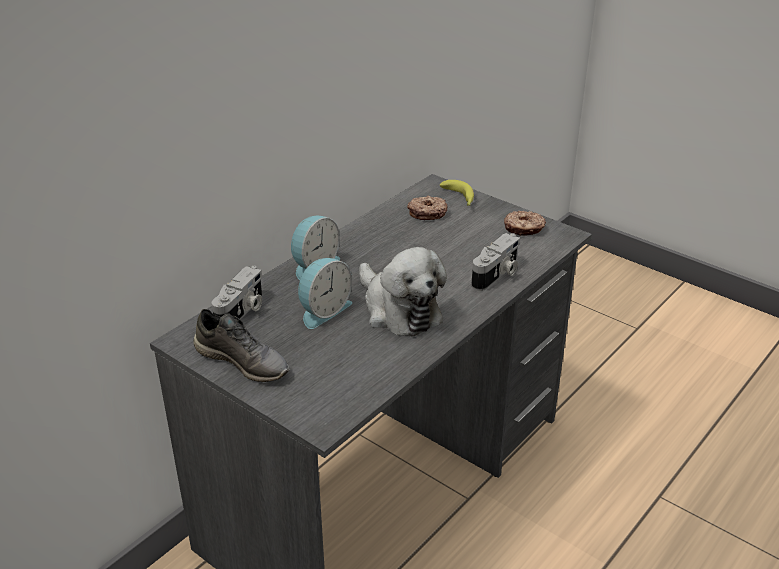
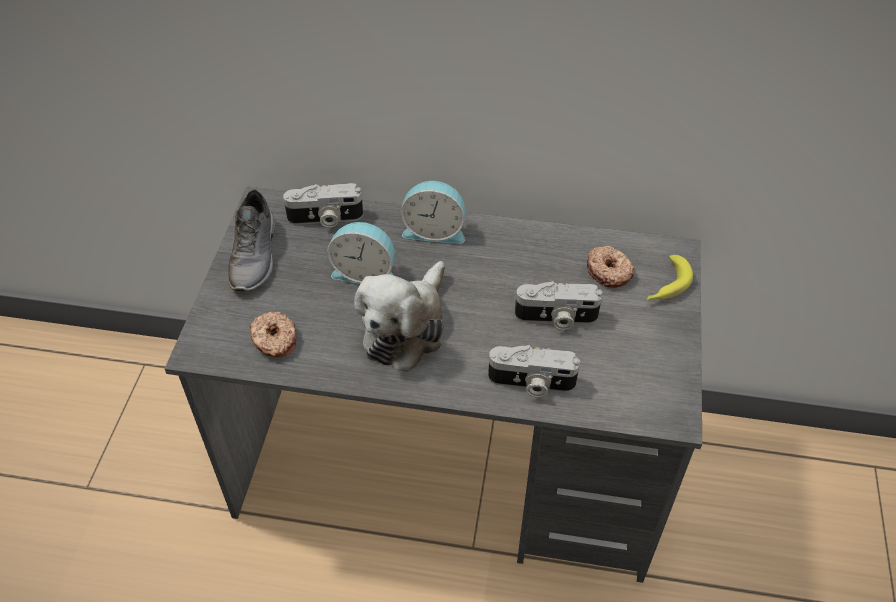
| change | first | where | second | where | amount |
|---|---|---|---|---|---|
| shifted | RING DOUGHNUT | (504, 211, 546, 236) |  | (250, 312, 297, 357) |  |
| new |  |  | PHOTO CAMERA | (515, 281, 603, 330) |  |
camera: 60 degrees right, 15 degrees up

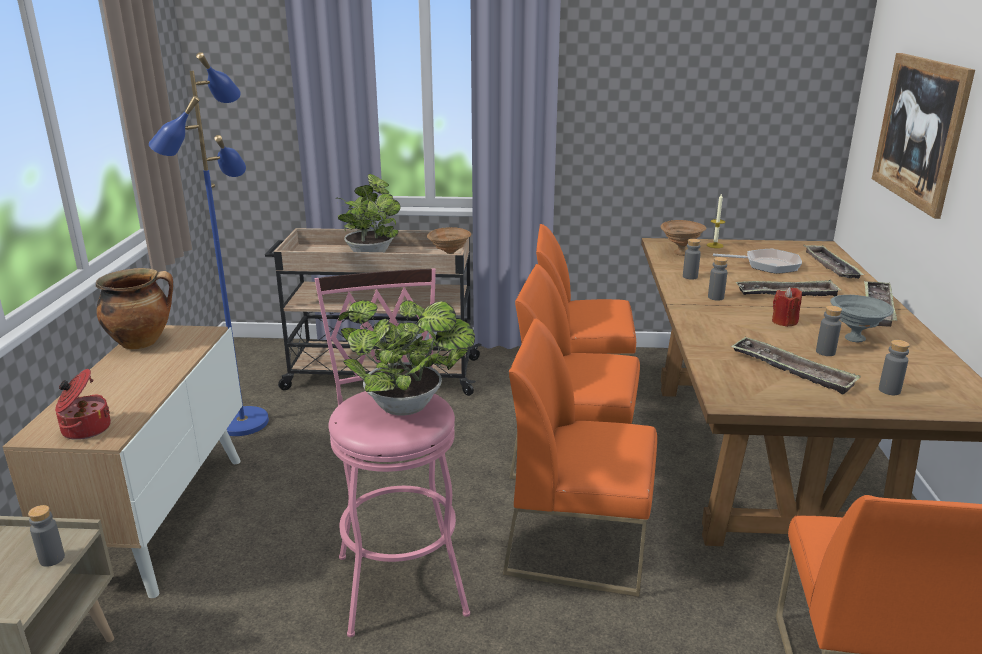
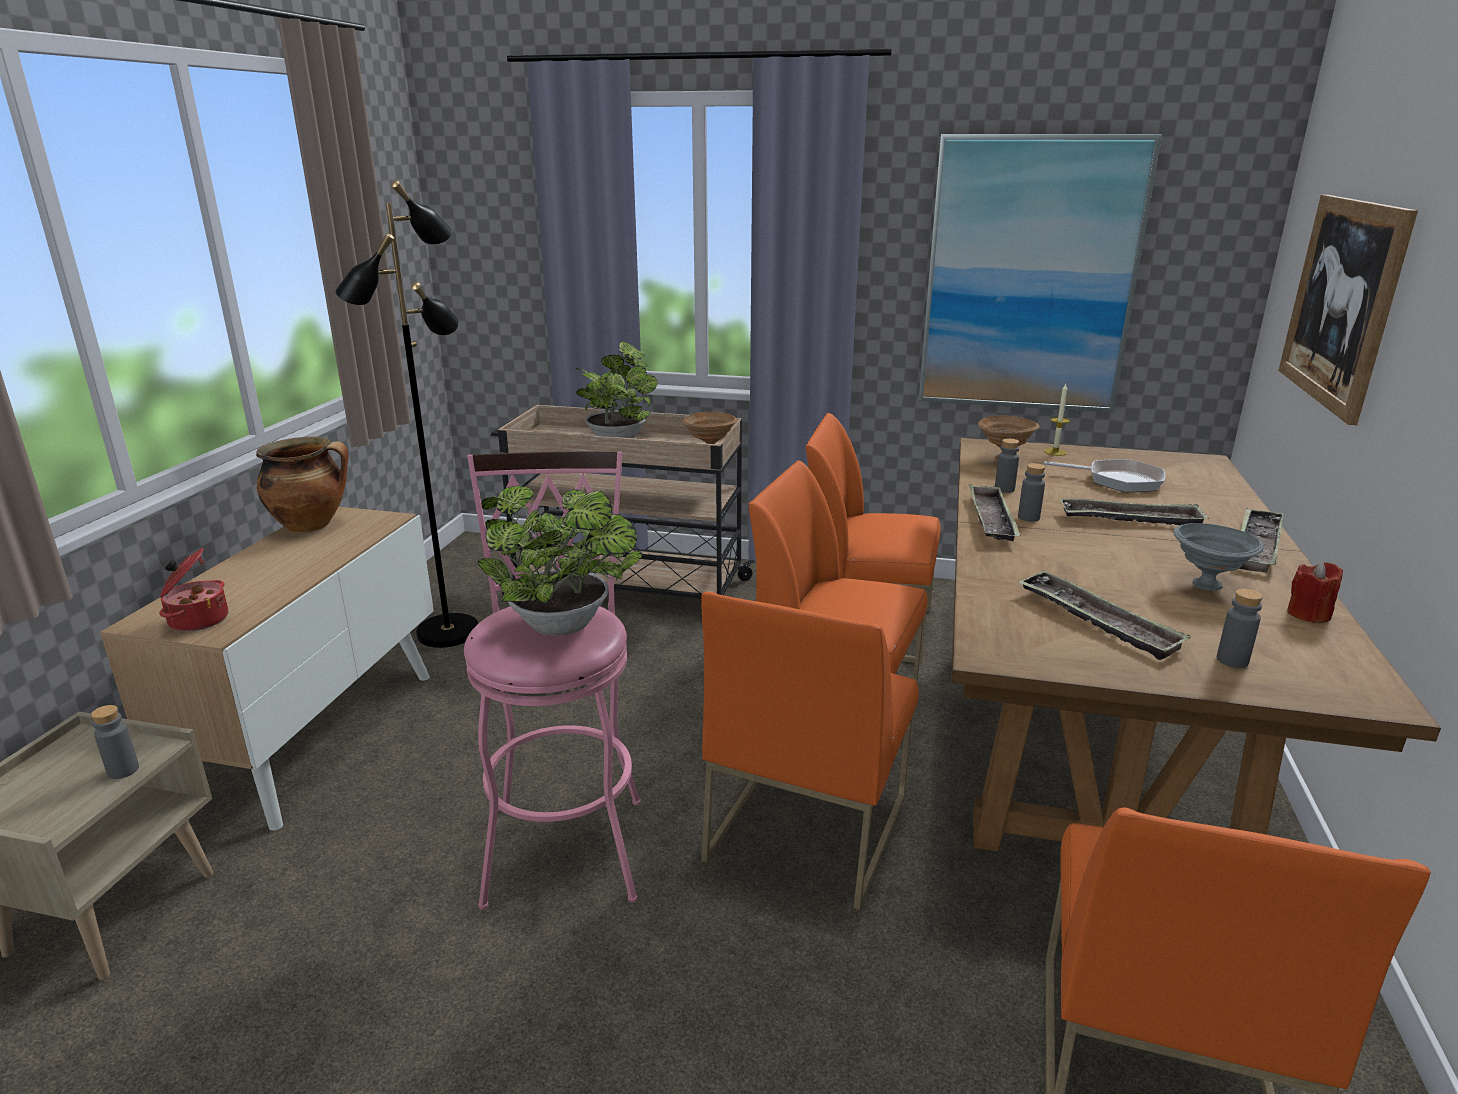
| change | first | where | second | where | amount |
|---|---|---|---|---|---|
| repainted | BLUE STANDARD LAMP | (149, 52, 269, 436) | BLACK STANDARD LAMP | (336, 180, 478, 648) |  |
| rotated | ORANGE-COLOURED UPRIGHT CHAIR | (503, 318, 657, 597) |  | (701, 592, 919, 910) | 90 degrees counterclockwise |
| shifted | RED-COLOURED WAX LIGHT | (772, 287, 802, 327) |  | (1287, 562, 1343, 623) |  |
| shifted | CARRYING TRAY | (803, 245, 865, 279) |  | (969, 484, 1021, 541) |  |
| gone | GREY DRINK BOTTLE | (816, 306, 842, 356) |  |  |  |
| new |  |  | PICTURE | (918, 134, 1162, 413) |  |
camera: 10 degrees right, 0 degrees up

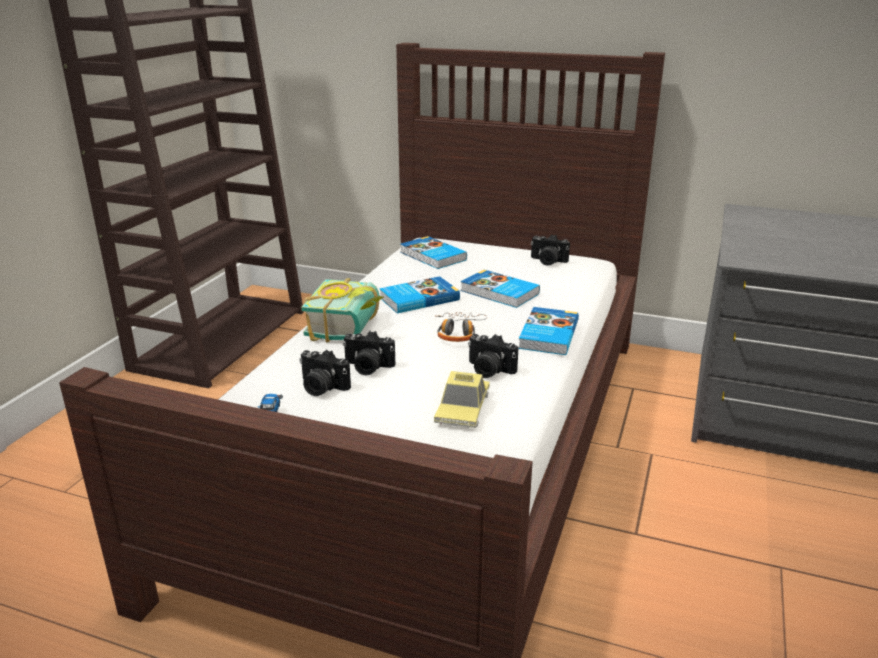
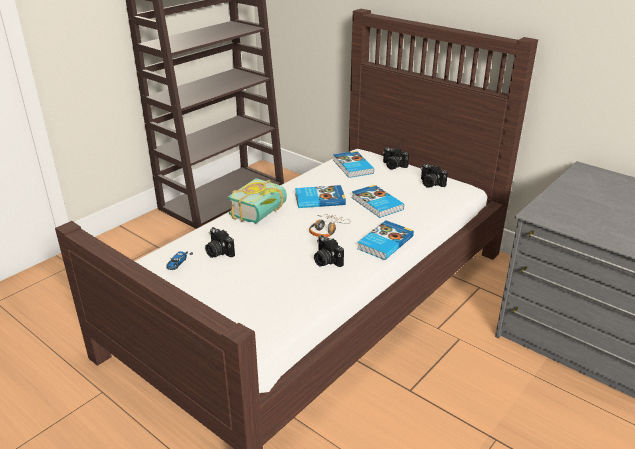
| change | first | where | second | where | amount |
|---|---|---|---|---|---|
| shifted | PHOTO CAMERA | (343, 331, 396, 375) |  | (383, 147, 409, 170) |  |
| gone | MINIATURE CAR | (434, 371, 490, 428) |  |  |  |
camera: 20 degrees right, 5 degrees up

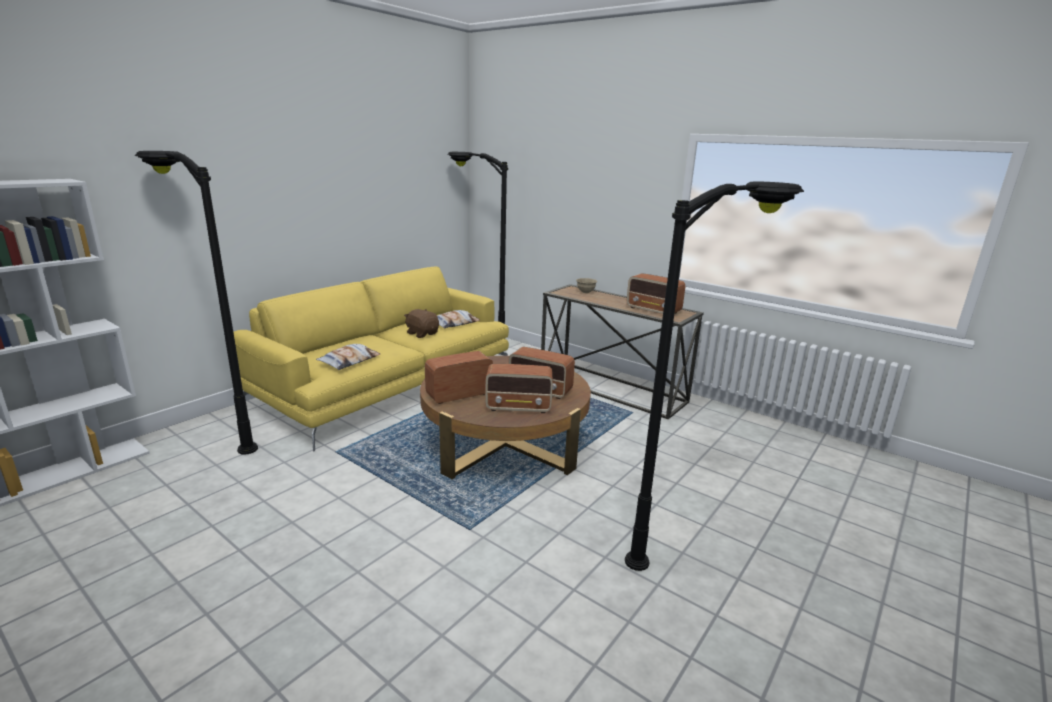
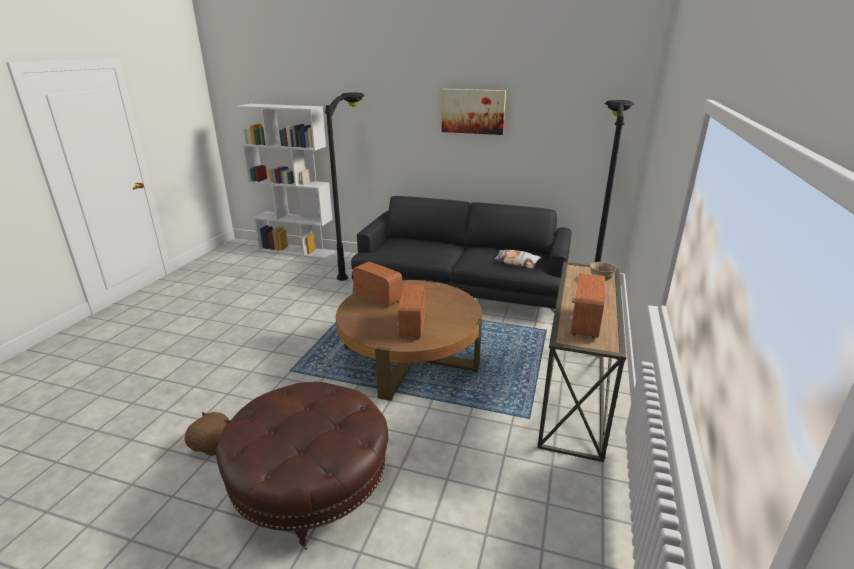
| change | first | where | second | where | amount |
|---|---|---|---|---|---|
| repainted | YELLOWISH COUCH | (233, 267, 509, 451) | BLACK COUCH | (351, 196, 572, 314) |  |
| gone | CUSHION | (316, 344, 380, 370) |  |  |  |
| shifted | BROWN-COLOURED CUDDLY TOY | (404, 309, 439, 338) |  | (184, 412, 231, 455) |  |
| gone | RADIO RECEIVER | (485, 364, 553, 413) |  |  |  |
| swapped | BLACK STANDARD LAMP | (625, 181, 804, 571) | BROWN-COLOURED OTTOMAN | (216, 382, 388, 550) |  |
| new |  |  | PICTURE | (442, 89, 506, 135) |  |
camera: 70 degrees right, 5 degrees up

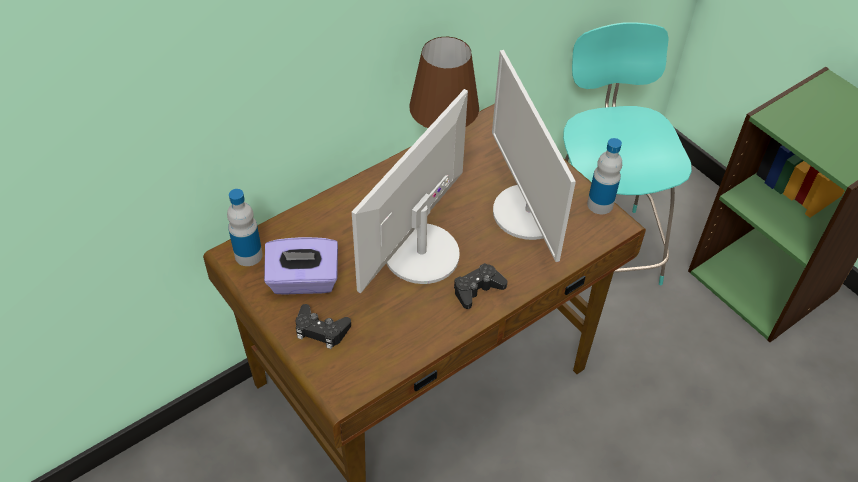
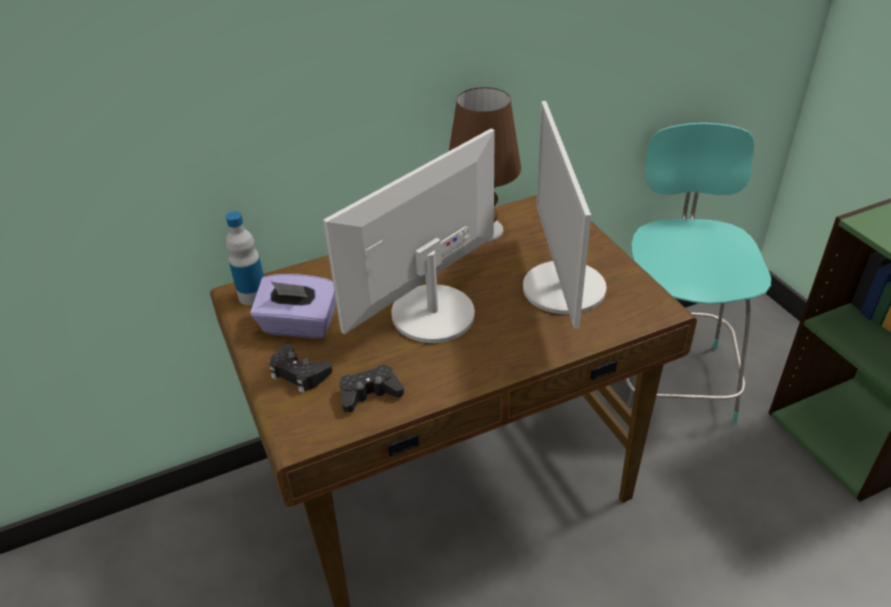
| change | first | where | second | where | amount |
|---|---|---|---|---|---|
| shifted | BLACK GAME CONTROLLER | (454, 263, 507, 309) |  | (340, 364, 404, 413) |  |
| gone | DRINK BOTTLE | (587, 138, 622, 214) |  |  |  |
camera: 15 degrees right, 10 degrees down

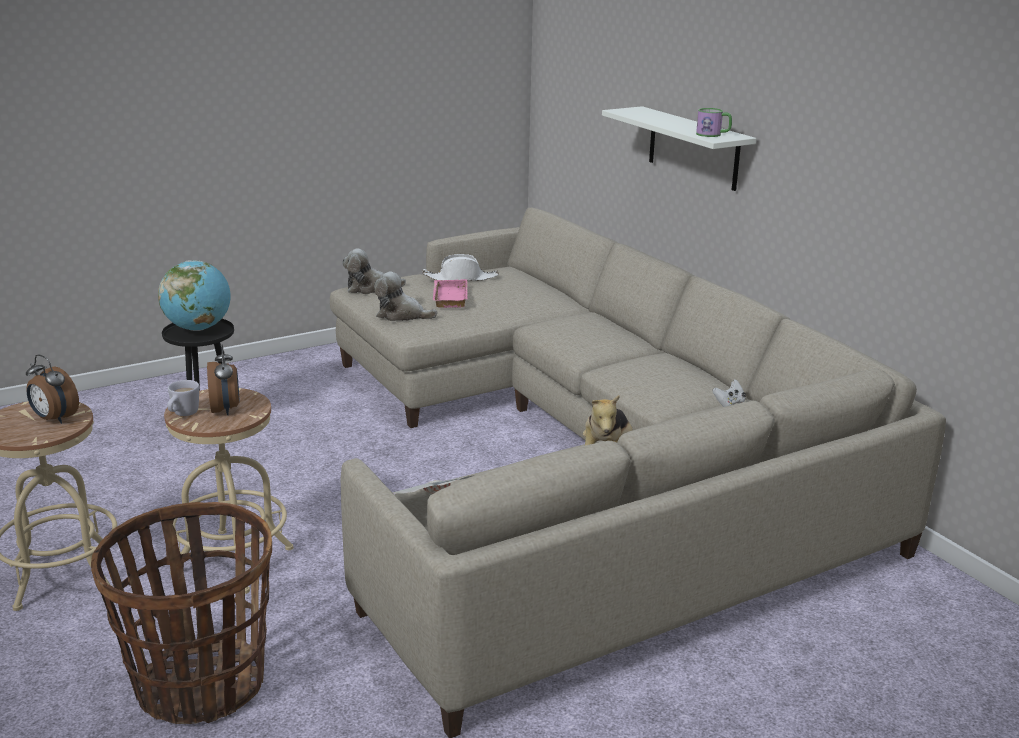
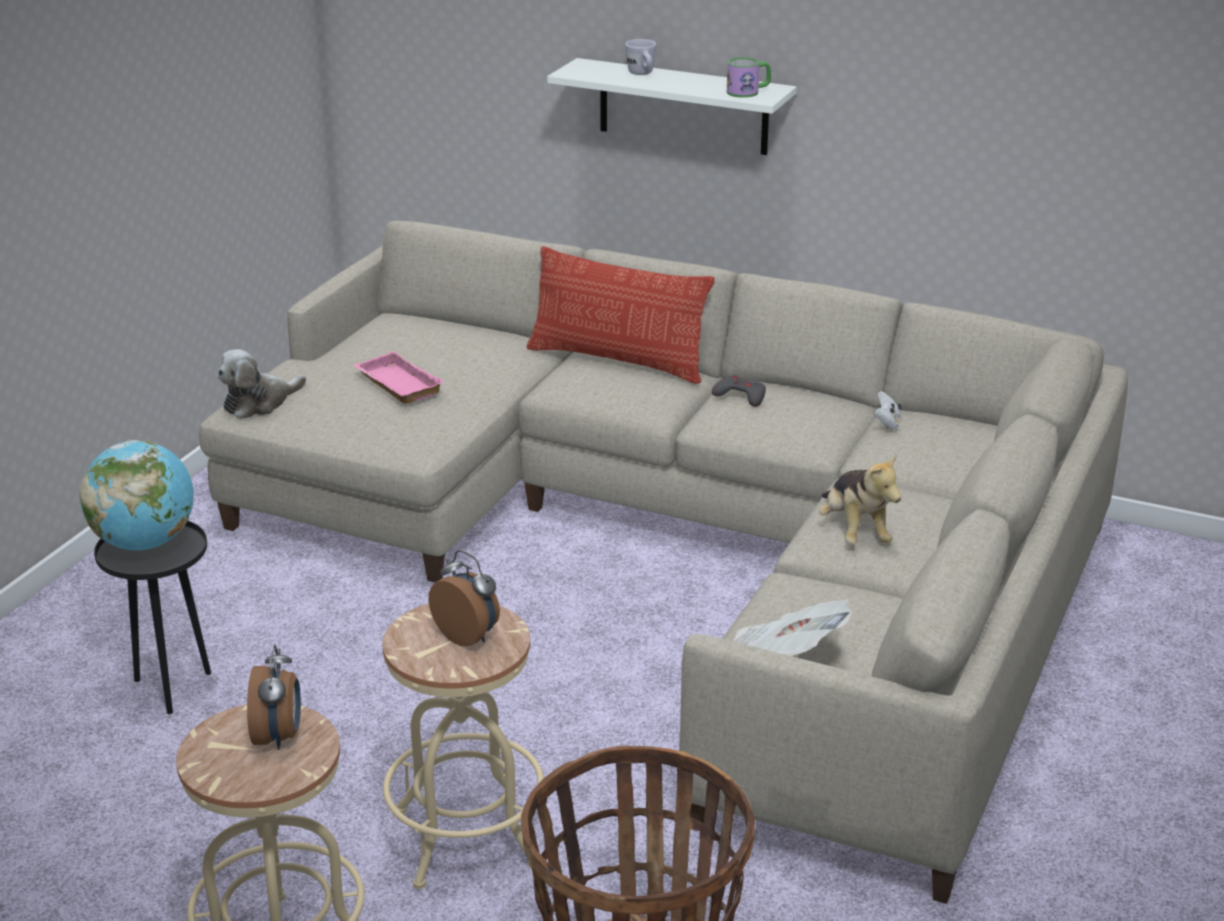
| change | first | where | second | where | amount |
|---|---|---|---|---|---|
| rotated | TABLE CLOCK | (26, 354, 79, 424) |  | (247, 644, 301, 750) | 90 degrees counterclockwise |
| shifted | WHITE COFFEE MUG | (167, 380, 199, 416) |  | (625, 39, 656, 75) |  |
| gone | CUDDLY TOY | (374, 271, 438, 321) |  |  |  |
| gone | WHITE HAT | (422, 254, 499, 281) |  |  |  |
| new |  |  | CUSHION | (527, 246, 715, 384) |  |
| new |  |  | GREY GAME CONTROLLER | (712, 375, 766, 407) |  |
camera: 35 degrees left, 5 degrees up

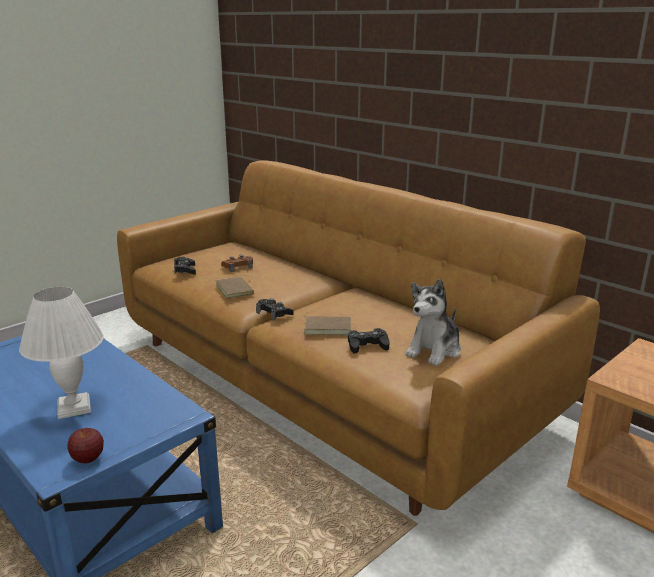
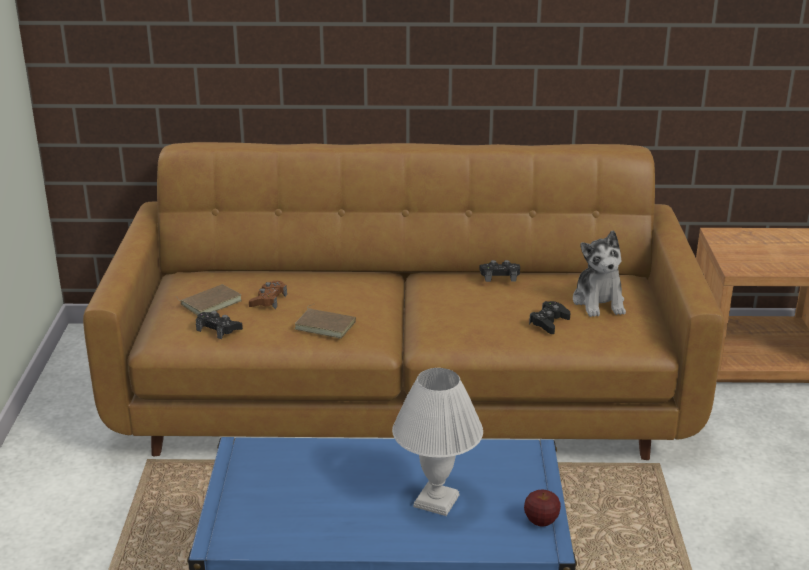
| change | first | where | second | where | amount |
|---|---|---|---|---|---|
| shifted | BLACK GAME CONTROLLER | (256, 298, 293, 321) |  | (479, 260, 520, 282) |  |
| shifted | BROWN-COLOURED BOOK | (304, 313, 351, 336) |  | (175, 284, 242, 315) |  |
camera: 45 degrees left, 5 degrees up

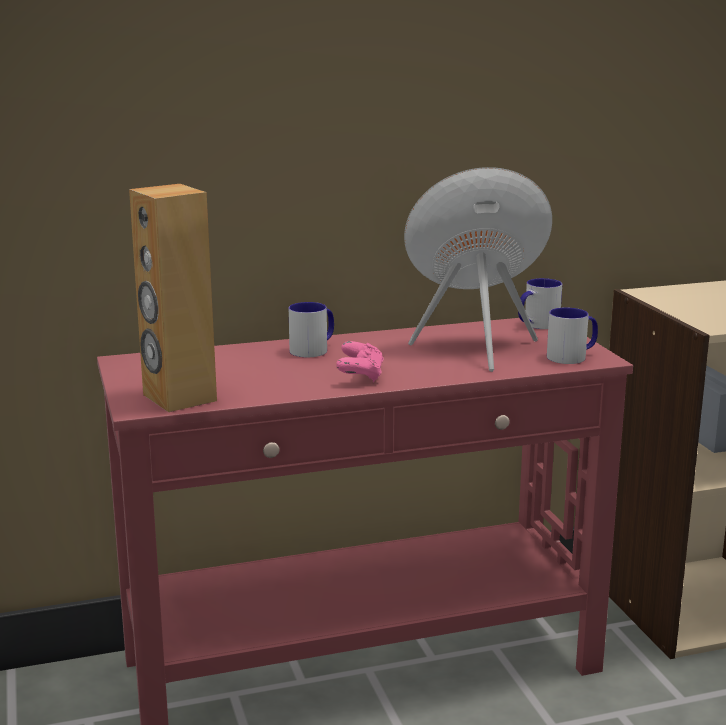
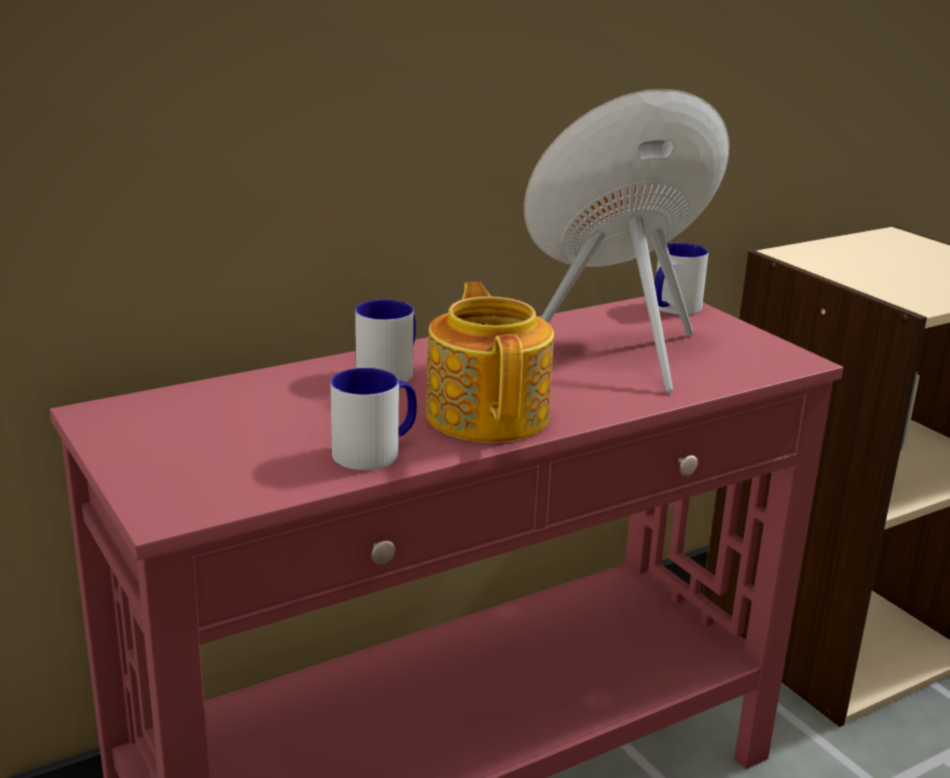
| change | first | where | second | where | amount |
|---|---|---|---|---|---|
| gone | BROWN-COLOURED SPEAKER | (129, 184, 217, 412) |  |  |  |
| swapped | PINK-COLOURED GAME CONTROLLER | (336, 341, 384, 382) | TEA POT | (426, 282, 554, 443) |  |
| shifted | COFFEE MUG | (547, 308, 598, 364) |  | (330, 368, 417, 470) |  |
camera: 15 degrees left, 5 degrees up

